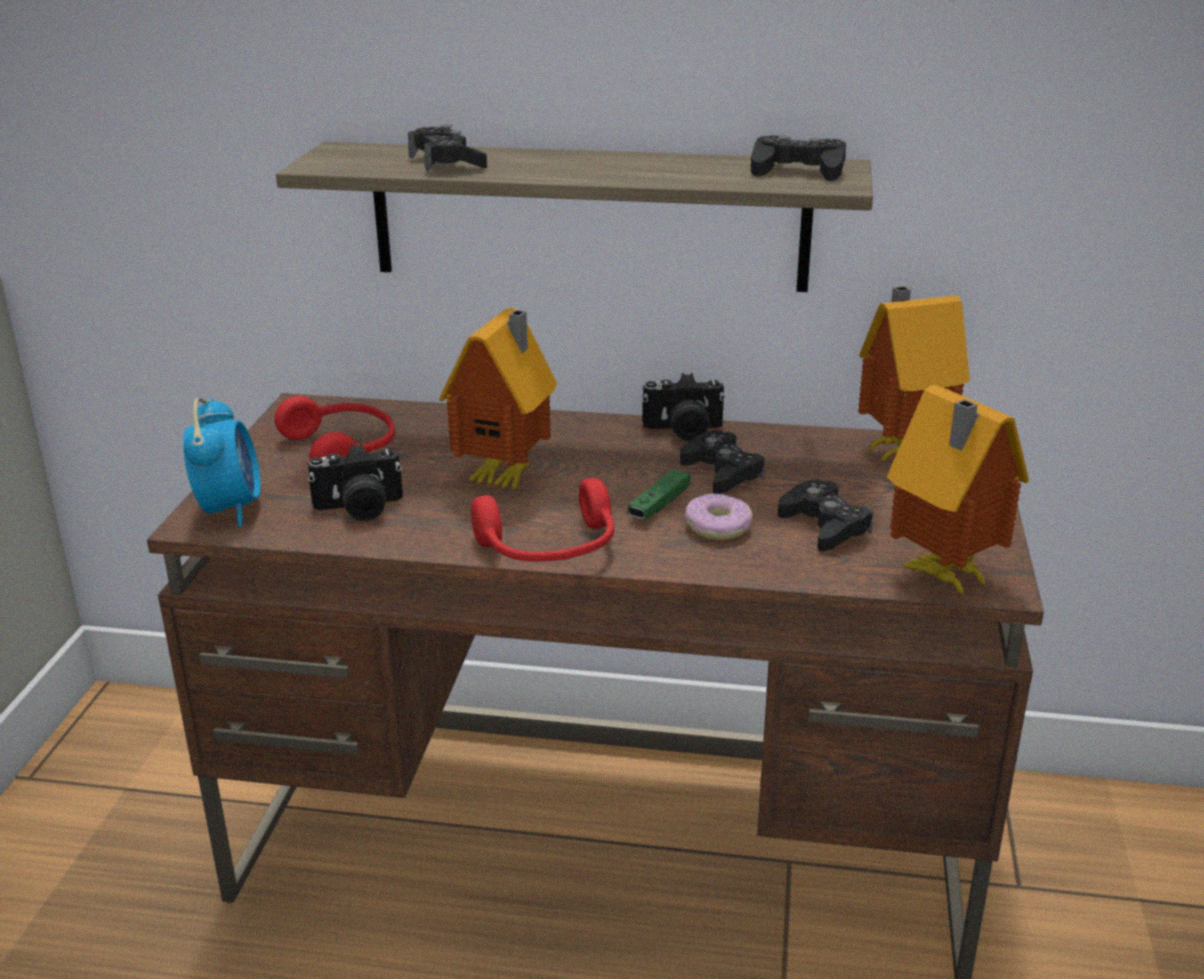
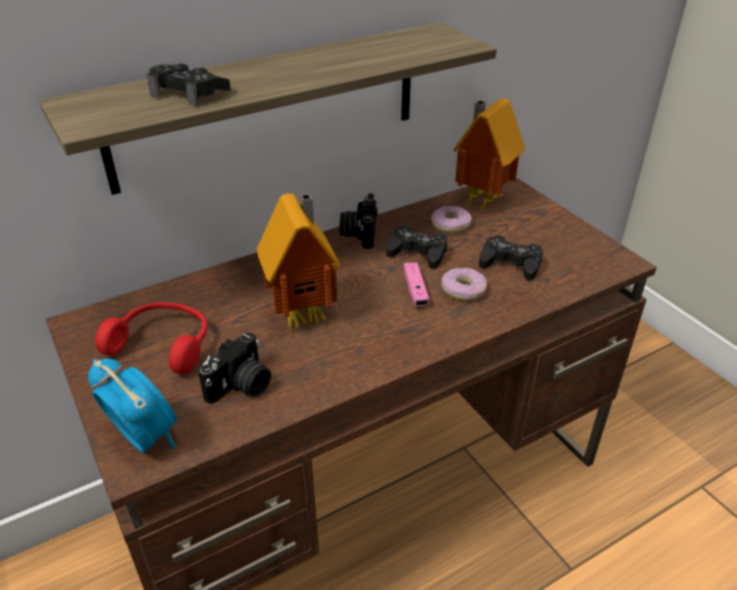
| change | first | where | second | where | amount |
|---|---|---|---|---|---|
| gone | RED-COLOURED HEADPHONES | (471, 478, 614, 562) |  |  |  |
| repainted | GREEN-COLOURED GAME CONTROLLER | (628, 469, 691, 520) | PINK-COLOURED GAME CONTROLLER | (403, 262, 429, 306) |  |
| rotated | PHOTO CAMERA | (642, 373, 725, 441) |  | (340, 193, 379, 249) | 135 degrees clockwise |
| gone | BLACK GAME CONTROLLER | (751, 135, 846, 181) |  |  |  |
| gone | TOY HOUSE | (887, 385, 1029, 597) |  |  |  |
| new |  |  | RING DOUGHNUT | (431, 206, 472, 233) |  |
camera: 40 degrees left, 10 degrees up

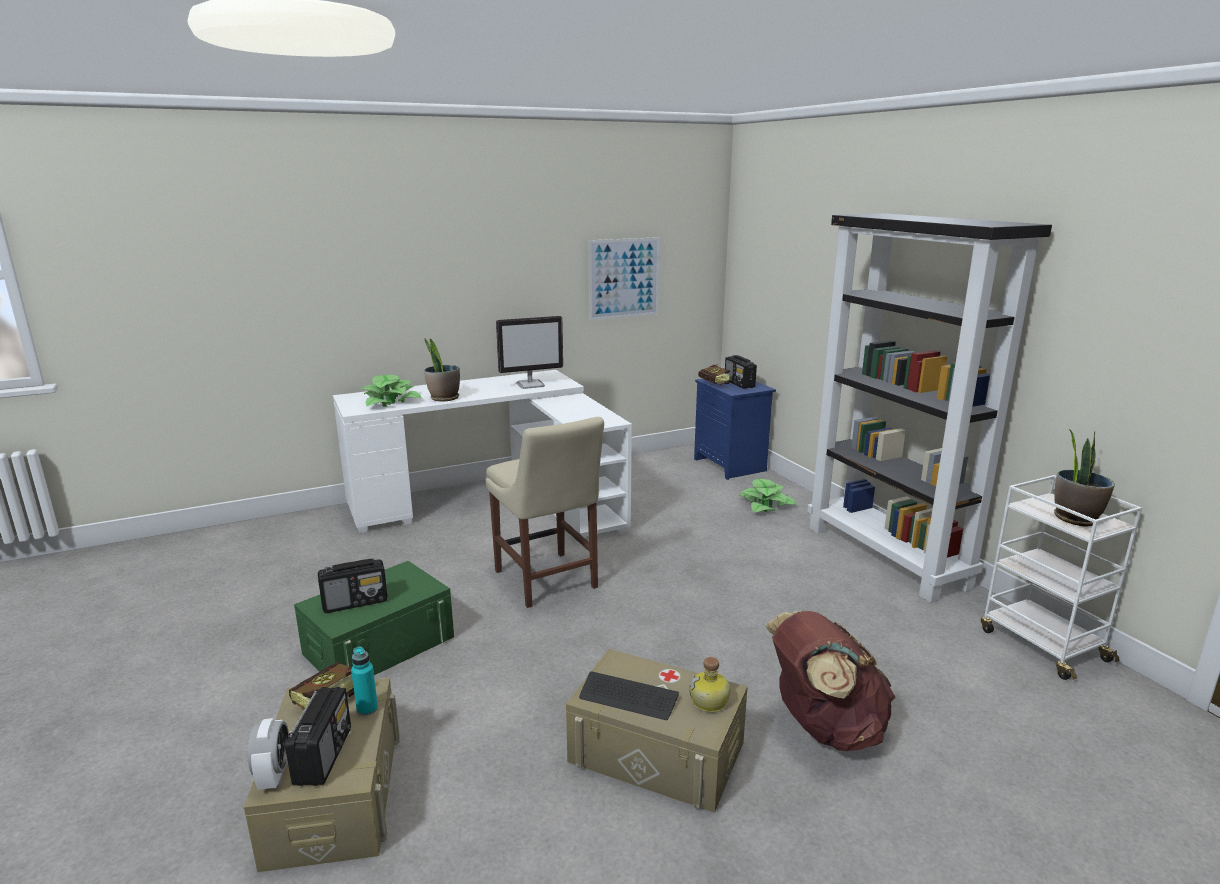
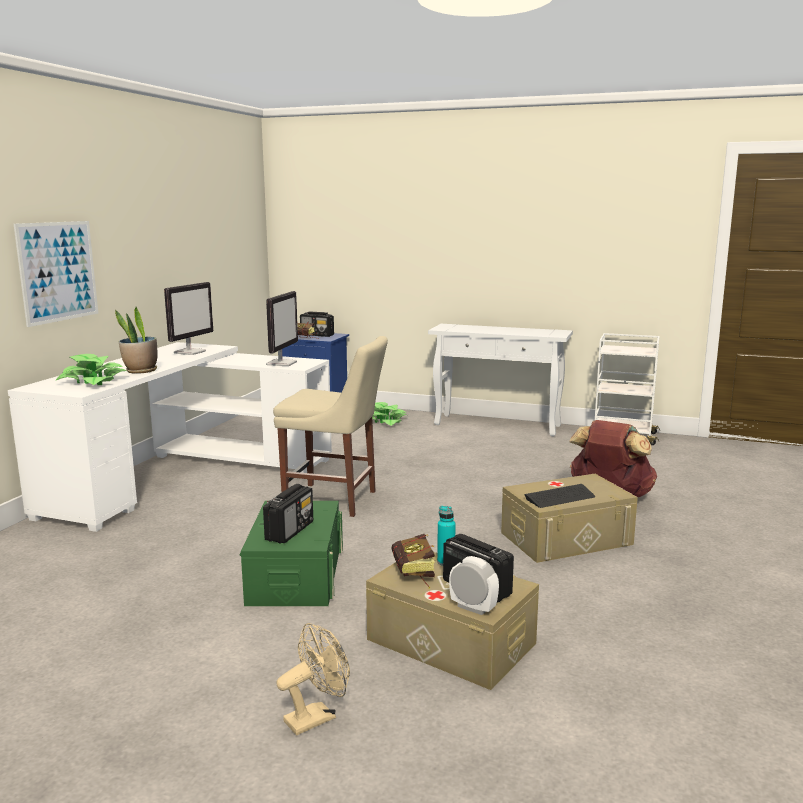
| change | first | where | second | where | amount |
|---|---|---|---|---|---|
| shifted | PICTURE | (589, 237, 660, 320) |  | (14, 221, 98, 327) |  |
| gone | DRINK BOTTLE | (690, 657, 730, 712) |  |  |  |
| swapped | BLACK SHELVING UNIT | (807, 213, 1052, 603) | WHITE NARROW TABLE | (428, 324, 573, 436) |  |
| gone | HOUSEPLANT | (1054, 429, 1115, 526) |  |  |  |
| new |  |  | MONITOR | (266, 291, 298, 366) |  |
| new |  |  | BEIGE-COLOURED COOLING FAN | (276, 623, 350, 735) |  |
camera: 45 degrees left, 5 degrees down

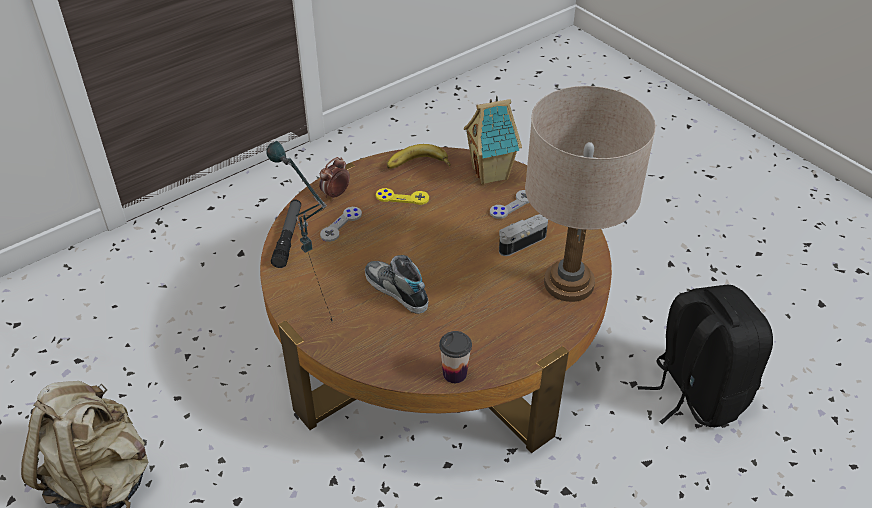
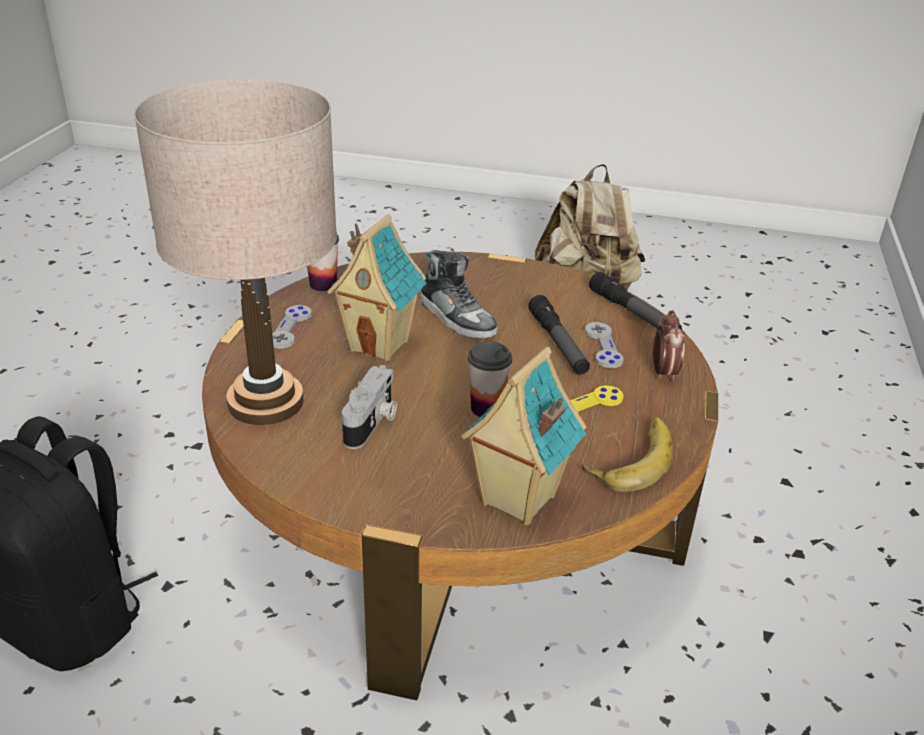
| change | first | where | second | where | amount |
|---|---|---|---|---|---|
| gone | TABLETOP LAMP | (266, 141, 333, 323) |  |  |  |
| rotated | ITEM OF FOOTWEAR | (365, 255, 428, 314) |  | (421, 251, 498, 339) | 45 degrees clockwise |
| shifted | GREY GAME CONTROLLER | (490, 190, 529, 219) |  | (272, 305, 312, 349) |  |
| new |  |  | TOY HOUSE | (327, 214, 427, 361) |  |
| new |  |  | DRINKING CUP | (468, 341, 512, 417) |  |
| new |  |  | HAND TORCH | (528, 295, 590, 374) |  |
camera: 140 degrees right, 10 degrees down

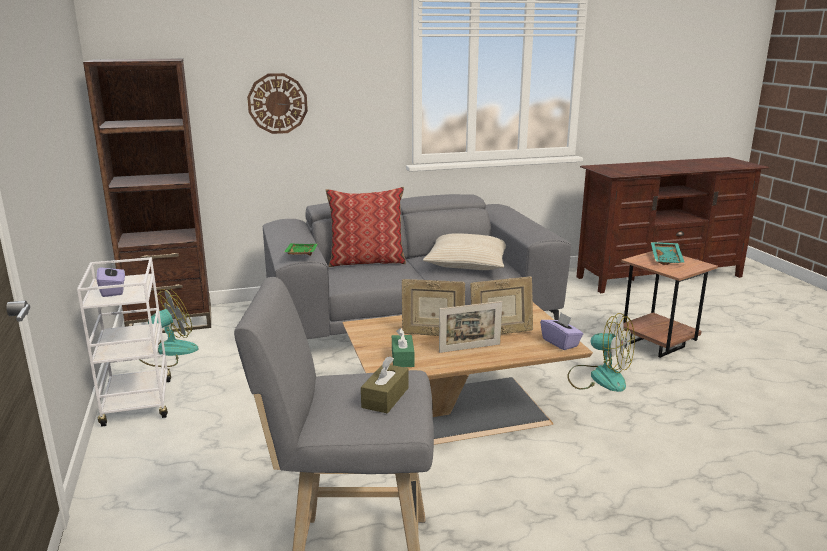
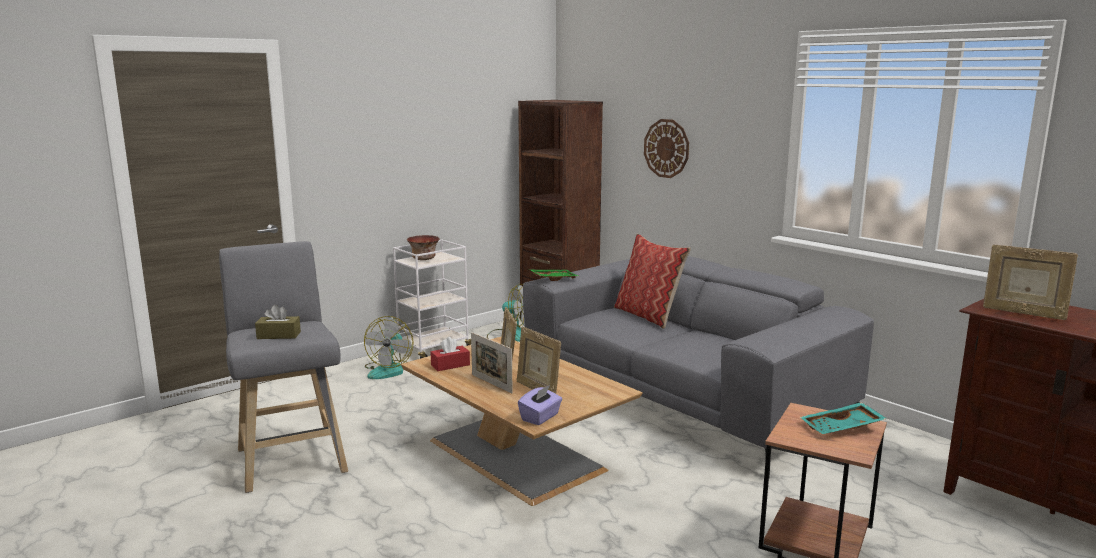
| change | first | where | second | where | amount |
|---|---|---|---|---|---|
| swapped | PURPLE-COLOURED TISSUE BOX | (96, 262, 125, 297) | SERVING BOWL | (407, 235, 440, 260) |  |
| repainted | GREEN-COLOURED TISSUE BOX | (392, 328, 414, 367) | RED-COLOURED TISSUE BOX | (431, 337, 470, 371) |  |
| gone | BEIGE-COLOURED CUSHION | (423, 233, 506, 270) |  |  |  |
| shifted | COOLING FAN | (567, 313, 635, 392) |  | (364, 316, 413, 379) |  |
| new |  |  | PHOTO FRAME | (983, 245, 1078, 320) |  |
camera: 65 degrees right, 5 degrees down

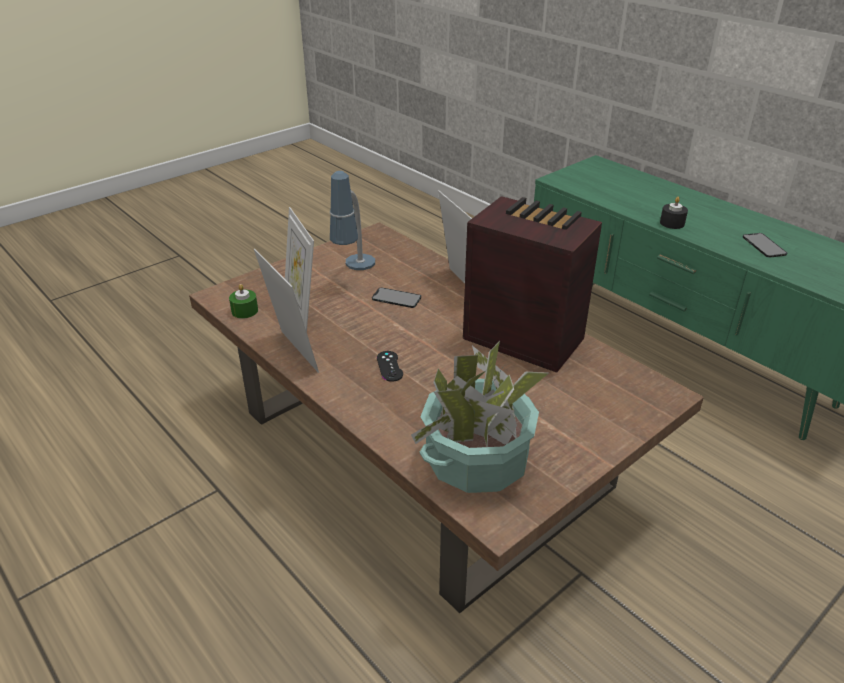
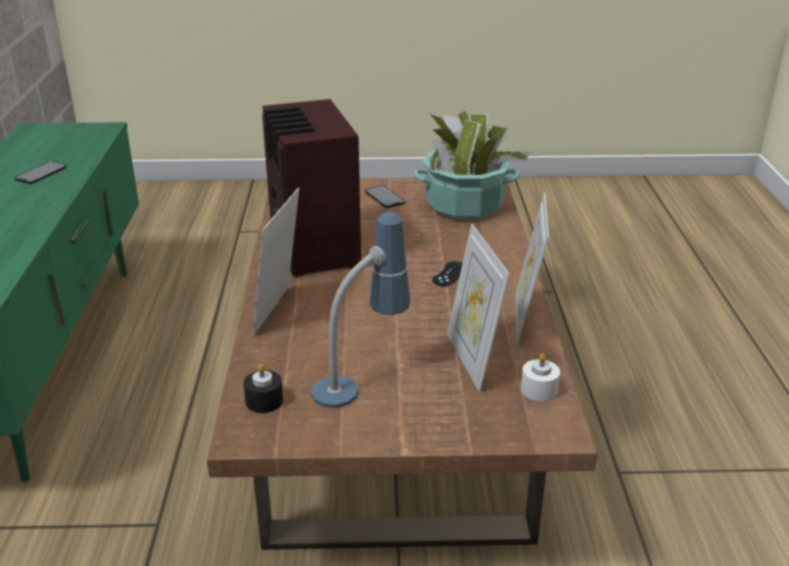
| change | first | where | second | where | amount |
|---|---|---|---|---|---|
| repainted | GREEN-COLOURED WAX LIGHT | (229, 284, 258, 319) | WHITE WAX LIGHT | (521, 353, 560, 401) |  |
| rotated | PHOTO FRAME | (285, 207, 314, 332) |  | (447, 224, 510, 392) | 150 degrees clockwise |
| shifted | HANDSET | (372, 288, 421, 308) |  | (365, 186, 405, 208) |  |
| shifted | BLACK WAX LIGHT | (660, 197, 688, 229) |  | (243, 364, 283, 413) |  |
camera: 140 degrees left, 5 degrees down

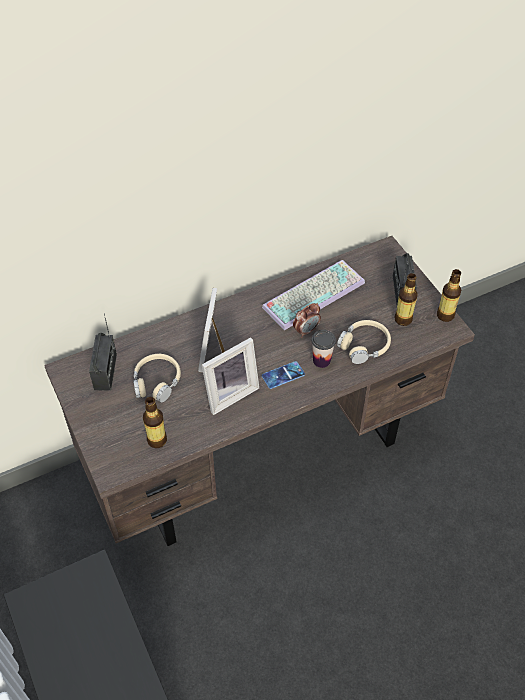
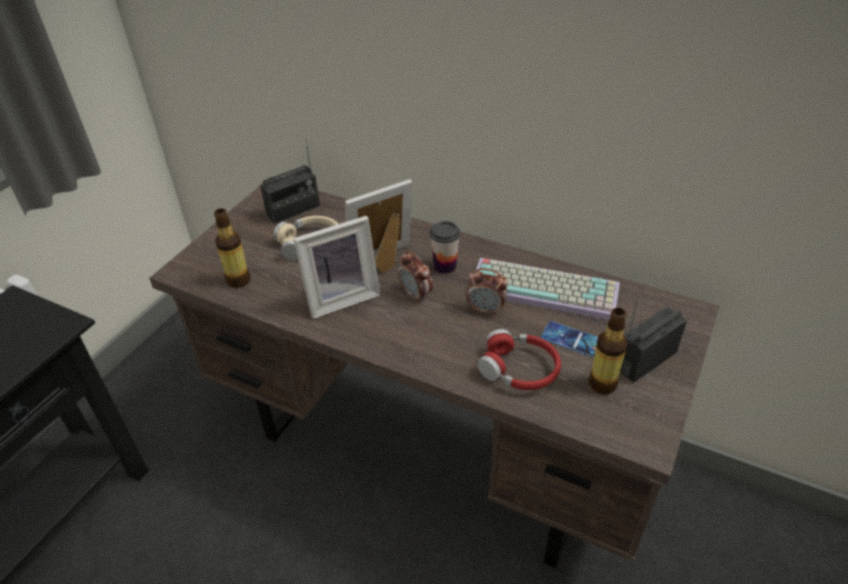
| change | first | where | second | where | amount |
|---|---|---|---|---|---|
| rotated | PHOTO FRAME | (202, 337, 259, 415) |  | (293, 216, 380, 319) | 45 degrees counterclockwise |
| shifted | HANDSET | (262, 361, 305, 389) |  | (541, 321, 598, 357) |  |
| shifted | DRINKING CUP | (312, 330, 336, 368) |  | (430, 221, 460, 274) |  |
| repainted | BEIGE-COLOURED HEADPHONES | (337, 320, 391, 364) | RED-COLOURED HEADPHONES | (477, 329, 561, 390) |  |
| gone | DRINK BOTTLE | (437, 269, 461, 322) |  |  |  |
| new |  |  | TABLE CLOCK | (398, 251, 433, 303) |  |
camera: 55 degrees right, 10 degrees down

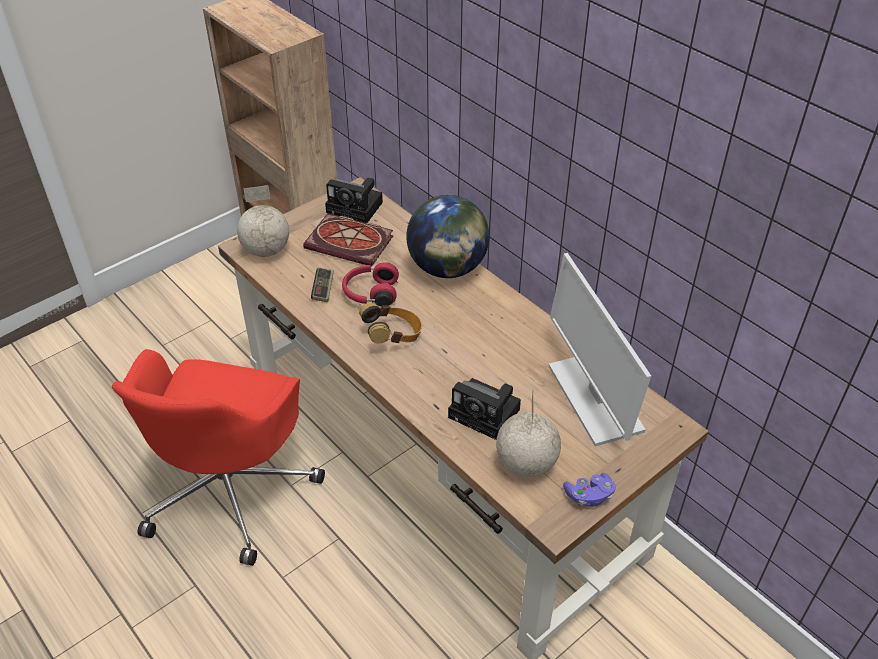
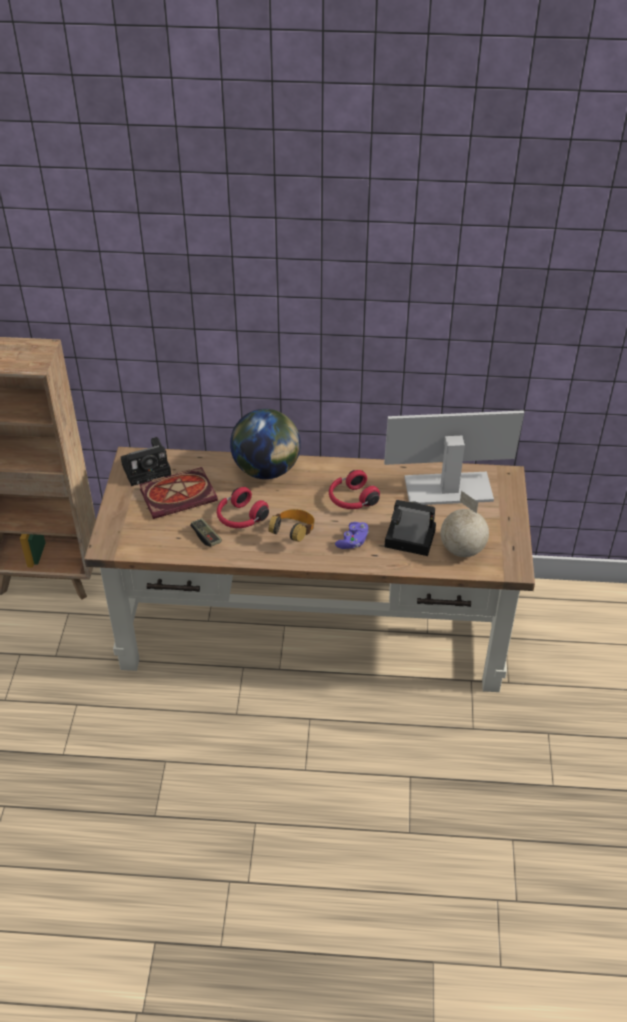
| change | first | where | second | where | amount |
|---|---|---|---|---|---|
| gone | RED-COLOURED DESK CHAIR | (112, 349, 325, 566) |  |  |  |
| gone | WORLD GLOBE | (237, 185, 289, 257) |  |  |  |
| rotated | PHOTO CAMERA | (448, 378, 521, 440) |  | (385, 500, 436, 556) | 150 degrees counterclockwise |
| rotated | MONITOR | (549, 253, 651, 446) |  | (384, 410, 524, 505) | 150 degrees clockwise |
| shifted | PURPLE-COLOURED GAME CONTROLLER | (563, 473, 616, 507) |  | (335, 522, 369, 549) |  |
| new |  |  | RED-COLOURED HEADPHONES | (329, 470, 380, 509) |  |
camera: 45 degrees left, 0 degrees up

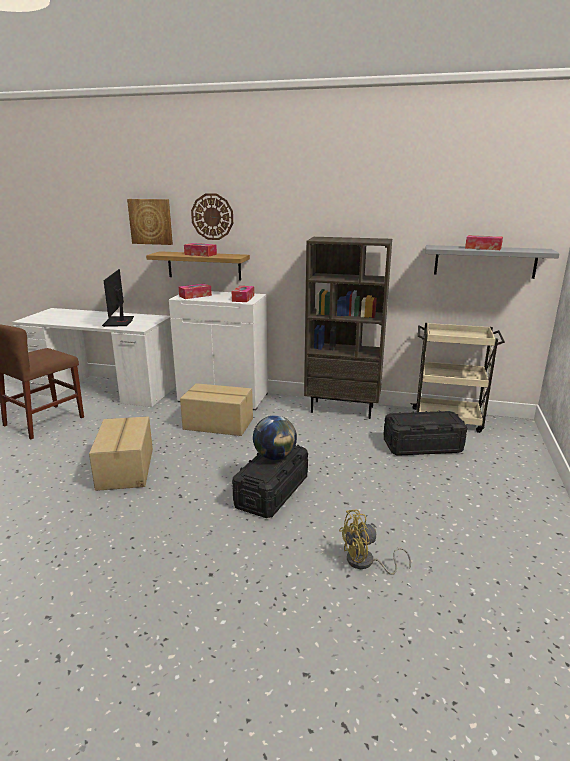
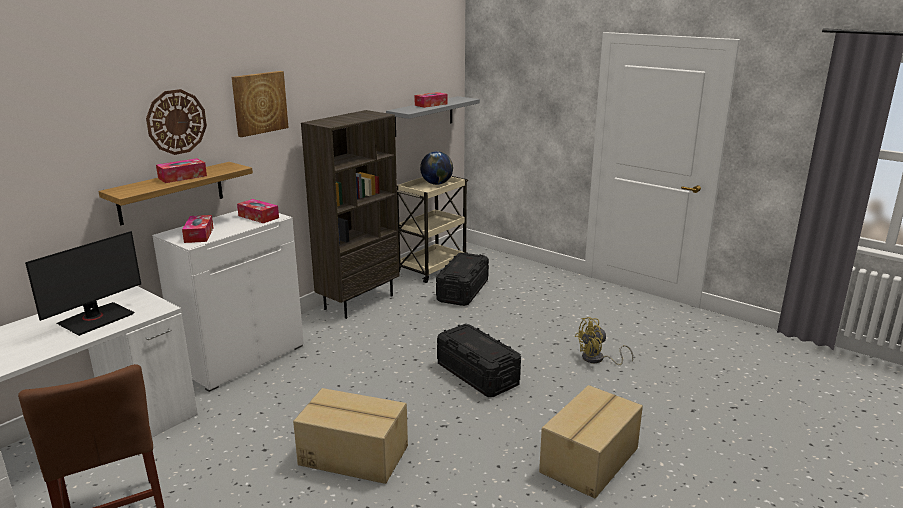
| change | first | where | second | where | amount |
|---|---|---|---|---|---|
| rotated | MONITOR | (102, 269, 134, 327) |  | (25, 231, 141, 336) | 75 degrees counterclockwise |
| shifted | PICTURE | (127, 199, 173, 245) |  | (232, 71, 289, 137) |  |
| shifted | CARTON | (180, 383, 253, 436) |  | (539, 385, 643, 499) |  |
| shifted | WORLD GLOBE | (253, 415, 297, 460) |  | (420, 151, 453, 185) |  |
| rotated | YELLOWISH COOLING FAN | (339, 510, 411, 575) |  | (575, 317, 633, 365) | 60 degrees clockwise |
camera: 65 degrees left, 0 degrees up

